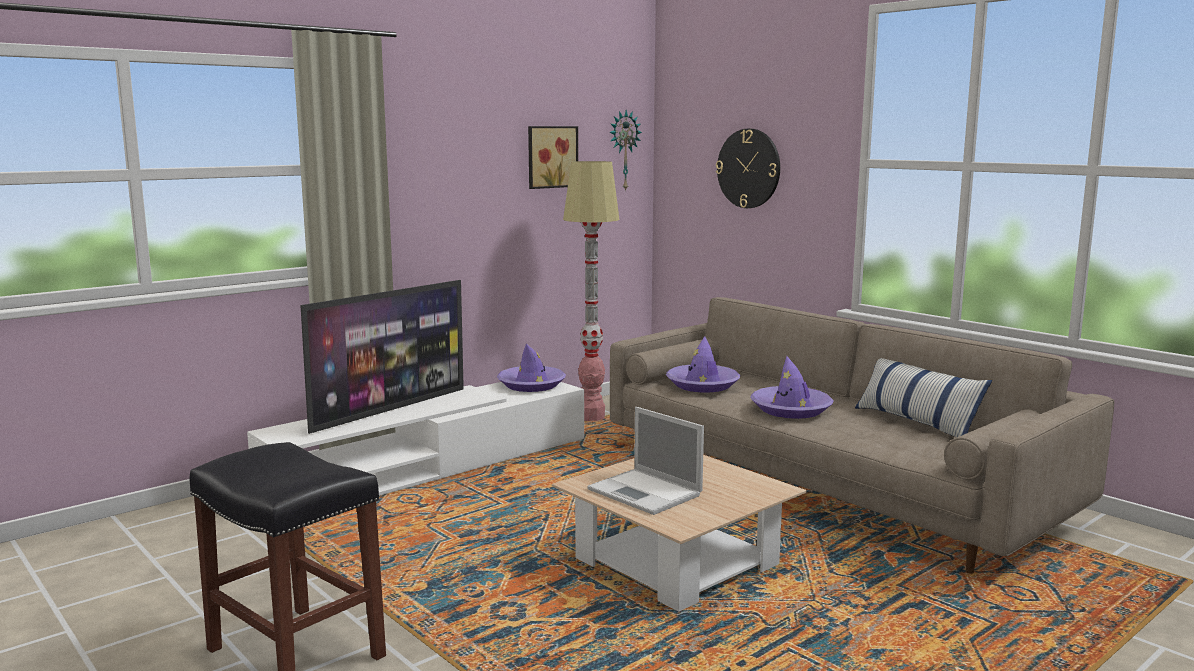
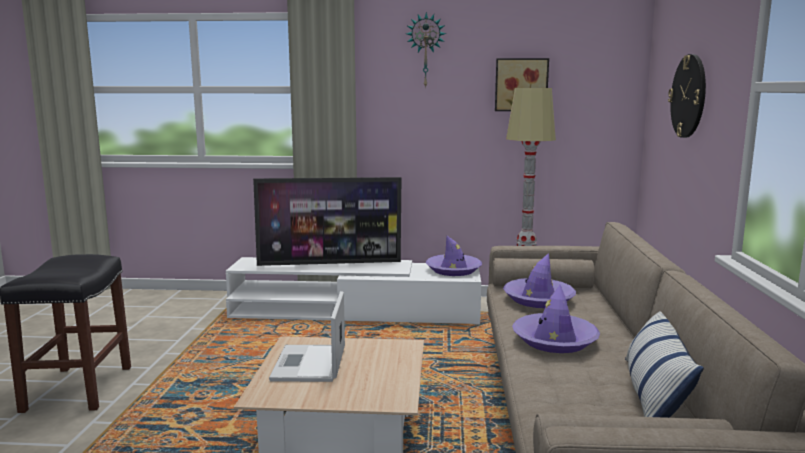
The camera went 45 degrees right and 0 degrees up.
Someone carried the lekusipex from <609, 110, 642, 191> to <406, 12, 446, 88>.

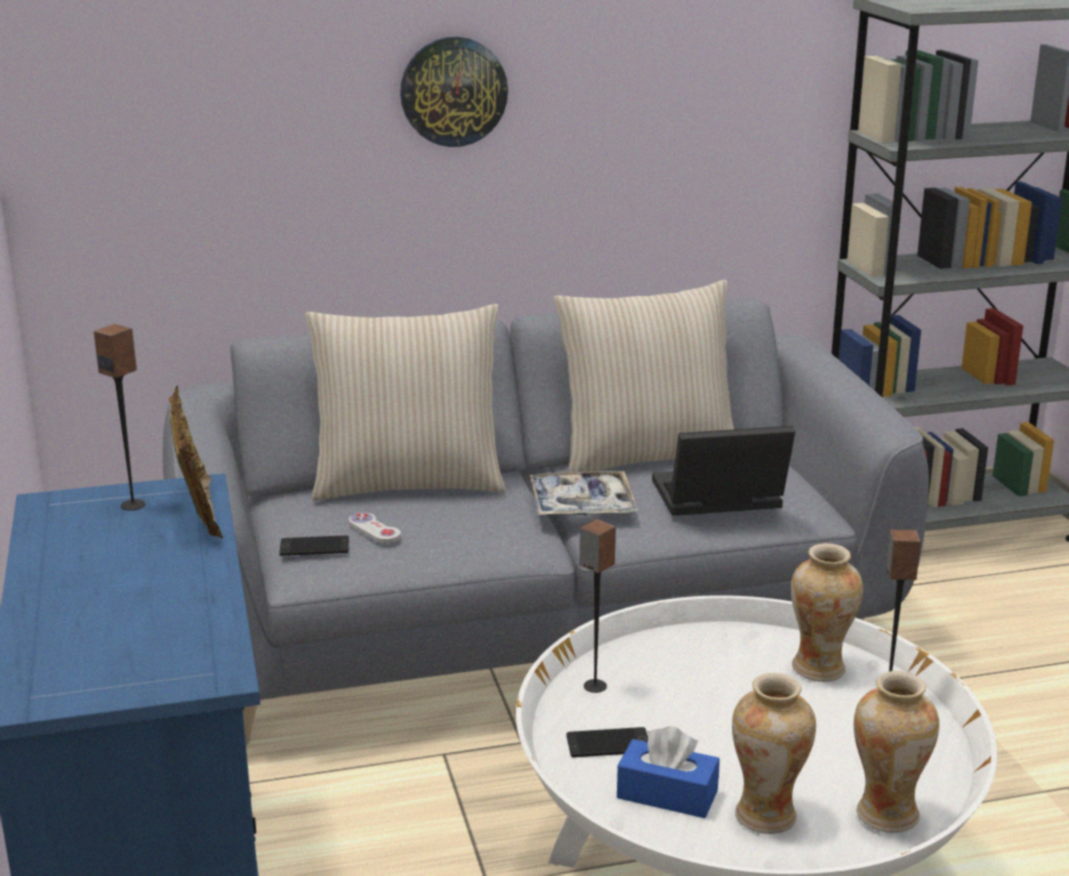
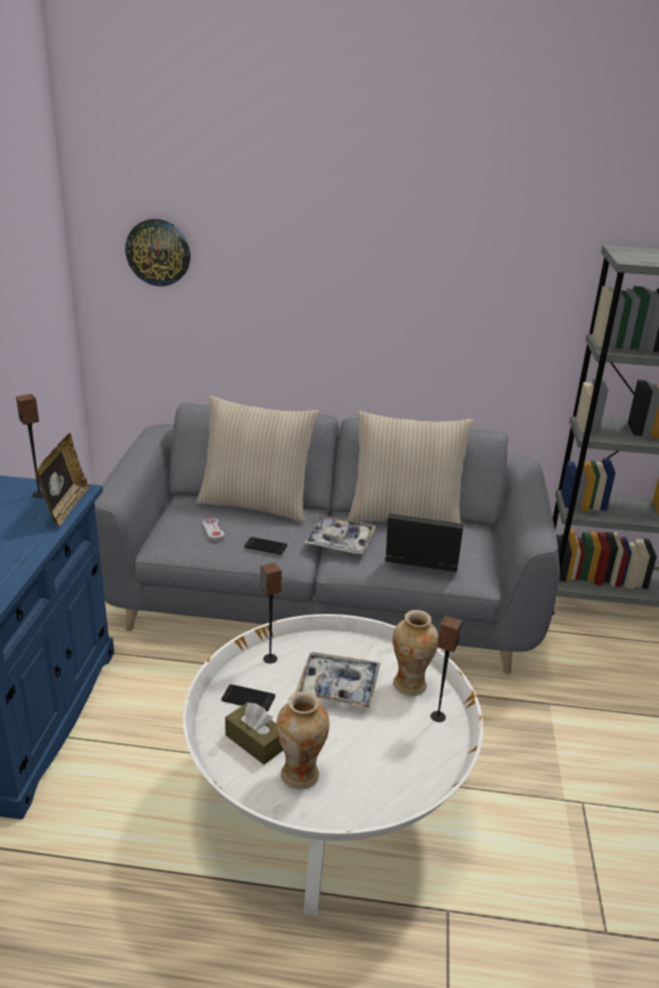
The camera went 20 degrees right and 5 degrees up.
Someone carried the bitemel from <279, 535, 349, 556> to <244, 537, 287, 555>.
Someone carried the lekusipex from <400, 37, 508, 147> to <125, 219, 190, 286>.
Someone repainted the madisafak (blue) at <617, 726, 720, 818>, which became the madisafak (brown) at <225, 702, 283, 765>.
Someone took away the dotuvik at <854, 671, 939, 833>.
Someone put down the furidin at <295, 652, 381, 709>.

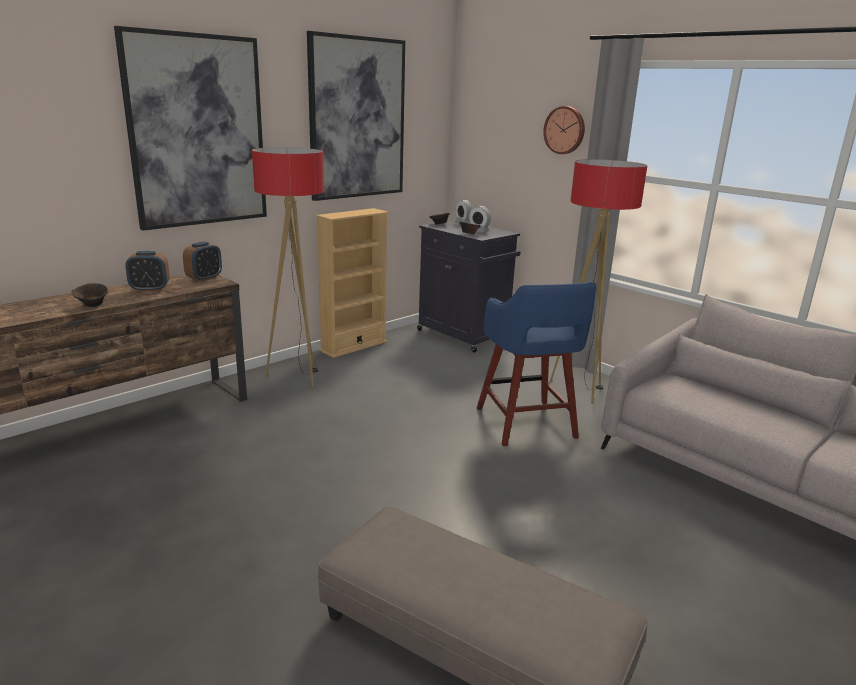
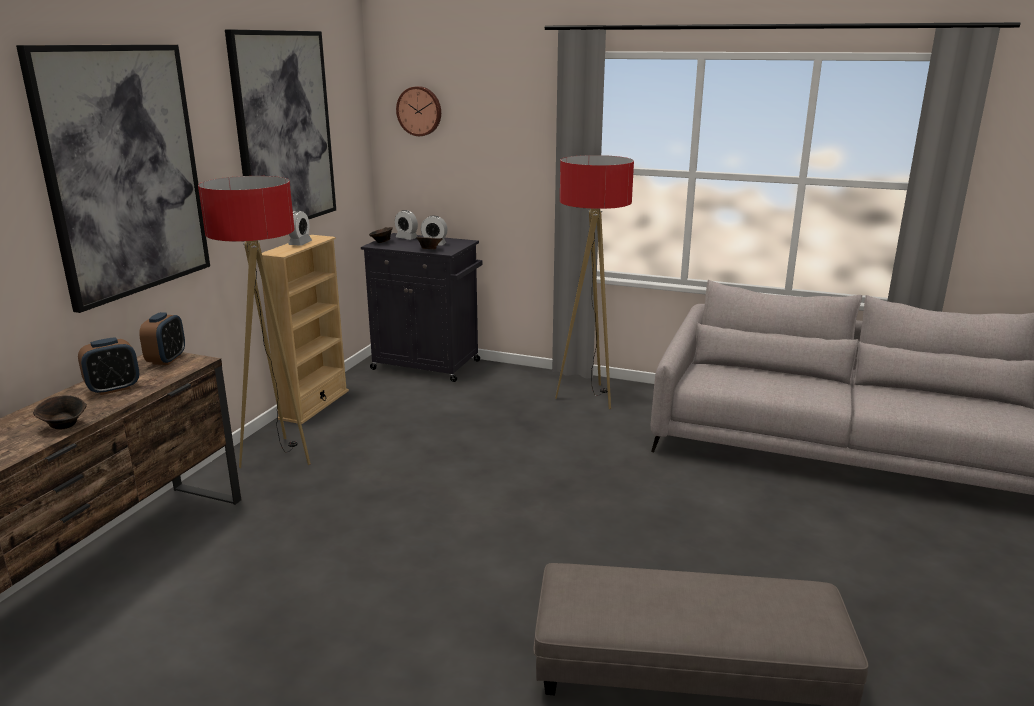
The camera went 25 degrees left and 0 degrees up.
Someone took away the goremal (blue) at <477, 282, 596, 446>.
Someone carried the lekusipex from <543, 106, 585, 154> to <396, 86, 441, 136>.
Someone put down the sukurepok at <288, 211, 312, 246>.

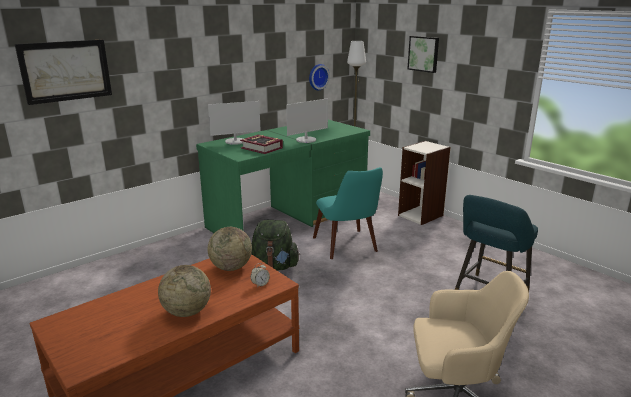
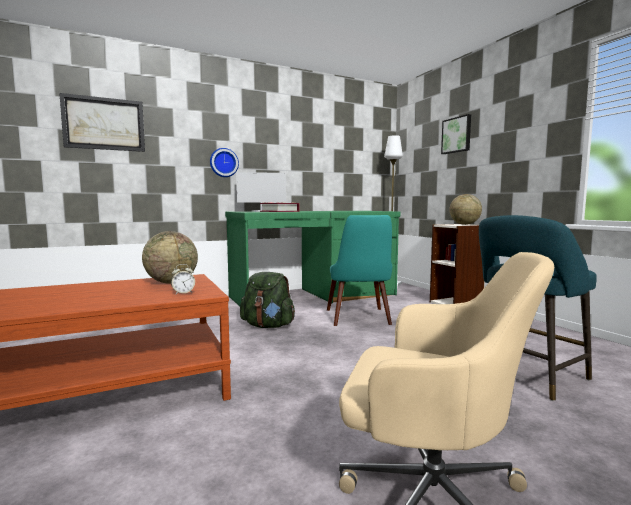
The camera went 15 degrees right and 15 degrees down.
Someone carried the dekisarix from <158, 265, 211, 317> to <449, 194, 482, 225>.
Someone took away the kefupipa at <286, 98, 328, 143>.
Someone carried the lekusipex from <309, 64, 330, 91> to <210, 148, 239, 177>.

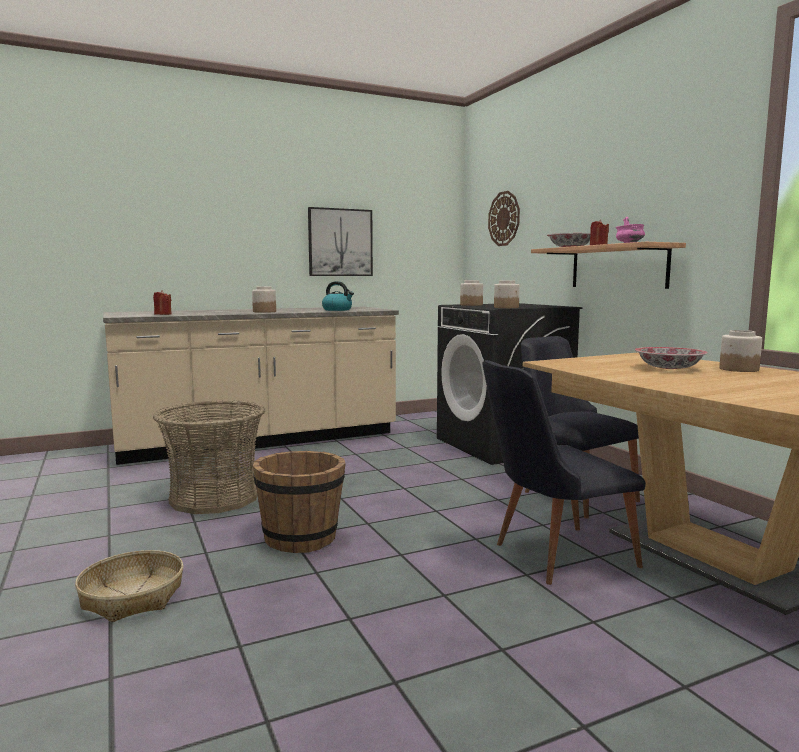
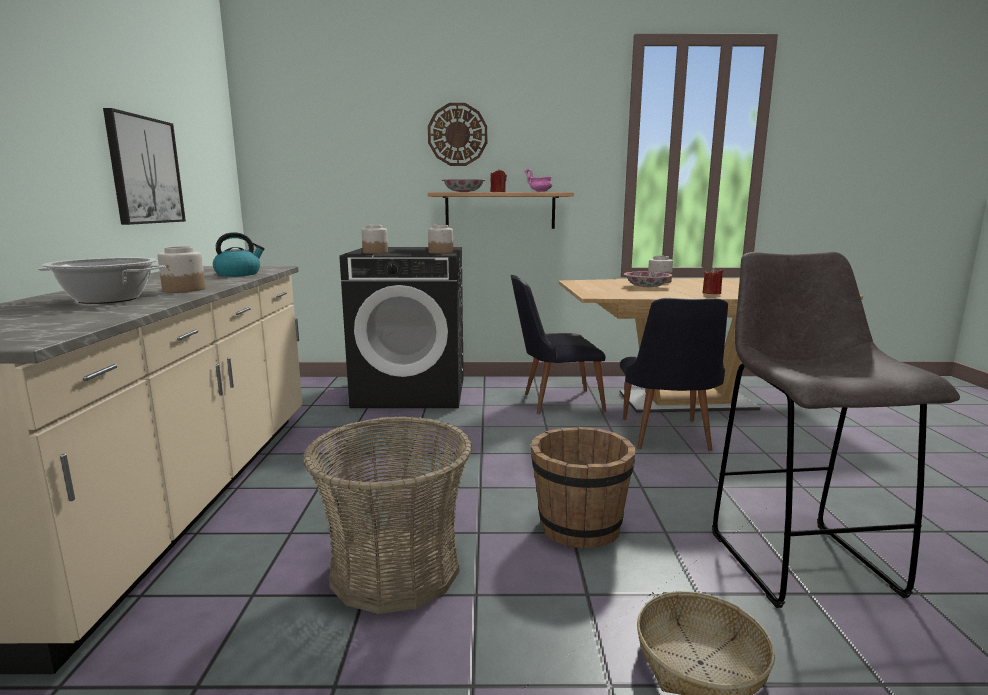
The camera went 65 degrees left and 5 degrees up.
Someone carried the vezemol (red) from <153, 290, 171, 315> to <703, 267, 723, 294>.
Someone carried the lekusipex from <488, 191, 520, 246> to <428, 103, 487, 166>.
Someone put down the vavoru at <38, 257, 166, 304>.
Someone put down the goremal (grey) at <712, 252, 960, 608>.

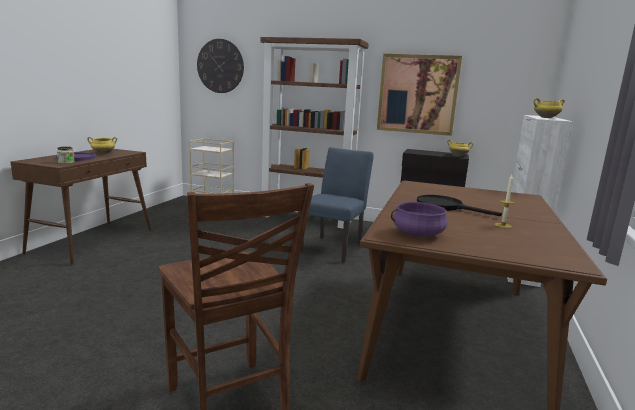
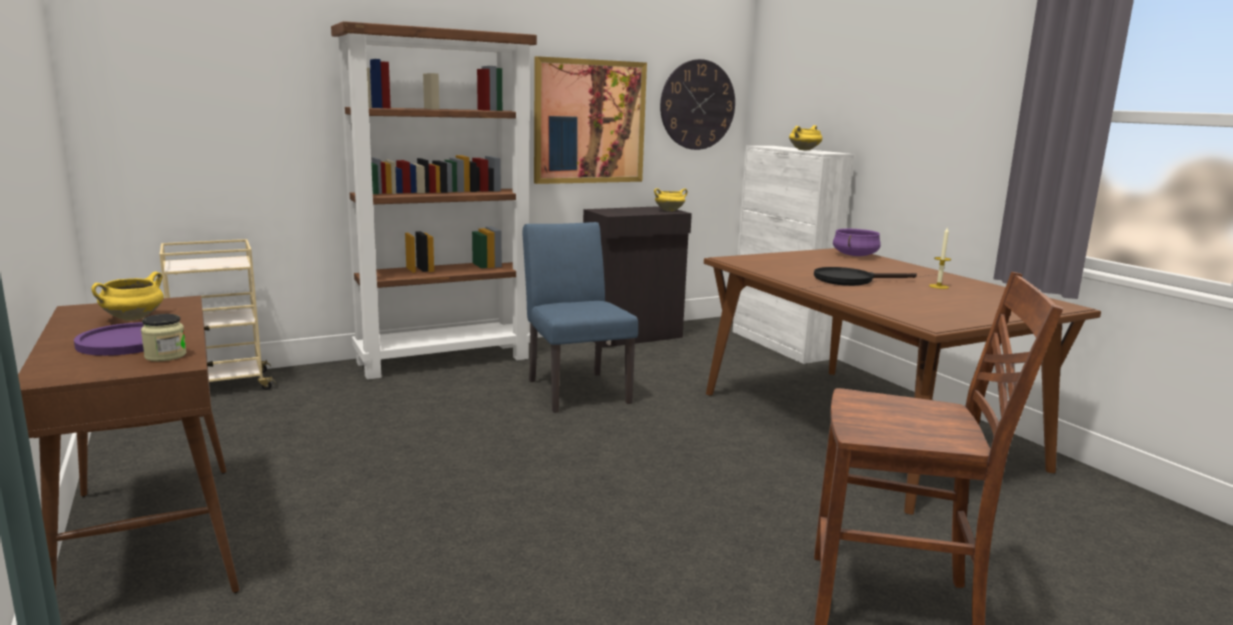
The camera went 45 degrees left and 0 degrees up.
Someone carried the lekusipex from <197, 39, 244, 93> to <660, 59, 735, 150>.
Someone carried the vavoru (purple) from <391, 202, 447, 237> to <833, 229, 881, 256>.

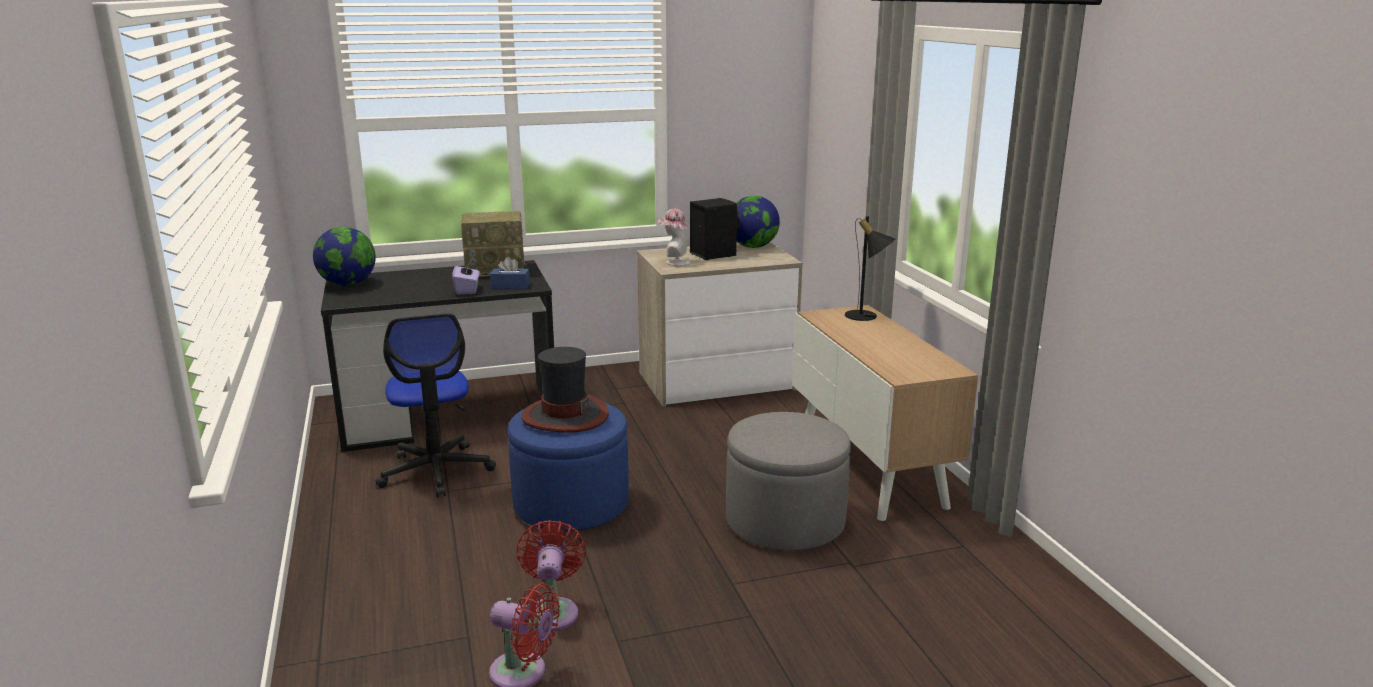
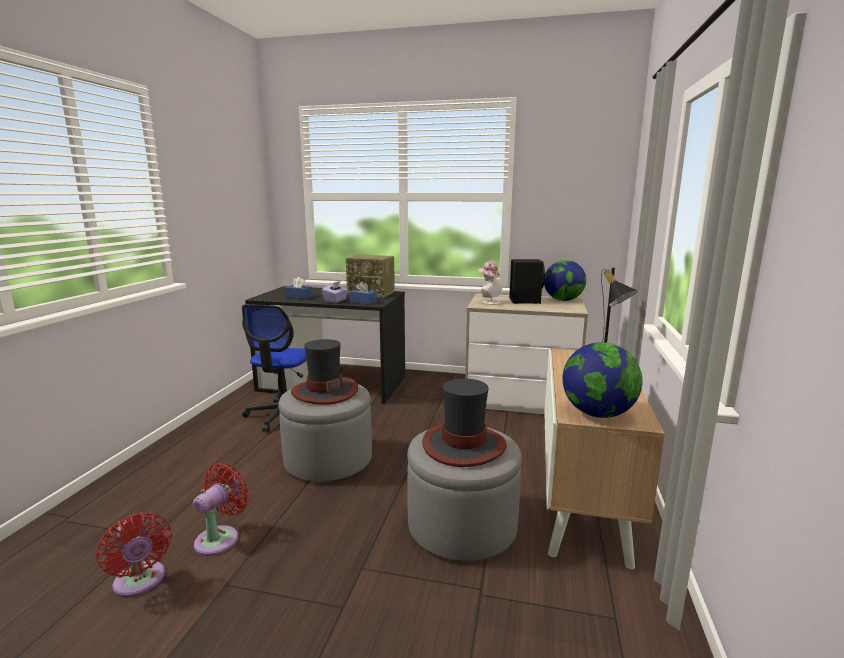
The camera went 30 degrees right and 5 degrees down.
Someone carried the dekisarix from <313, 227, 376, 286> to <562, 342, 642, 418>.
Someone repainted the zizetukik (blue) at <507, 403, 629, 531>, which became the zizetukik (grey) at <278, 384, 372, 482>.
Someone put down the madisafak (blue) at <285, 277, 313, 299>.
Someone put down the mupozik at <422, 378, 507, 467>.

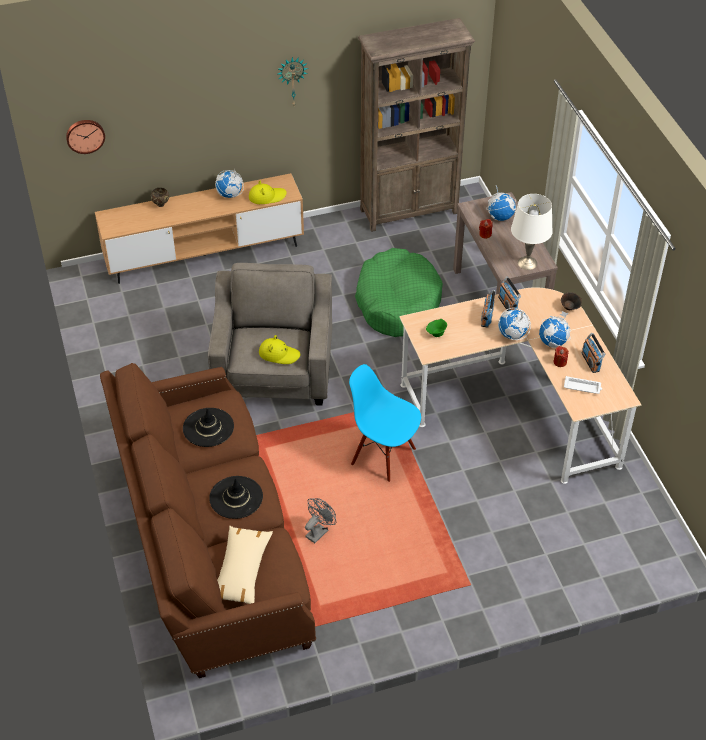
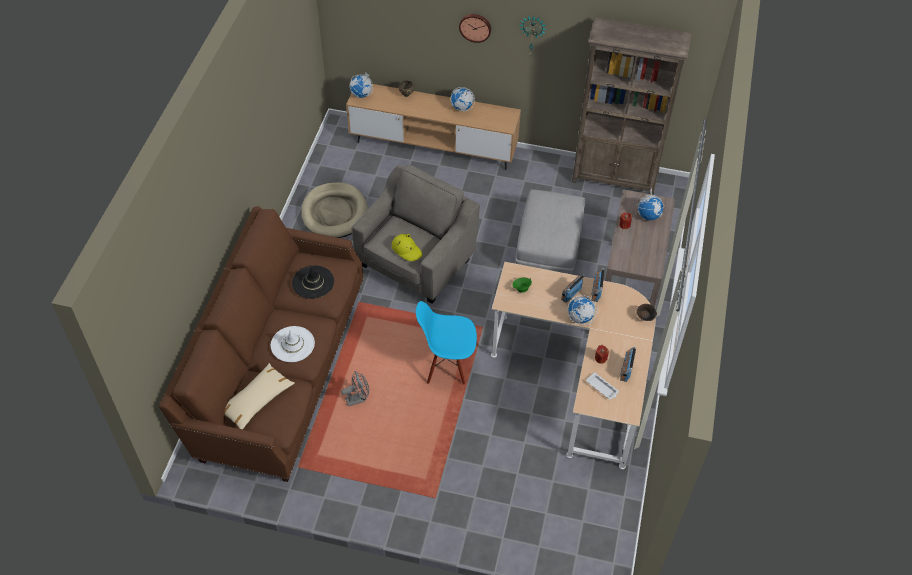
The camera went 30 degrees right and 5 degrees up.
Someone carried the lekusipex from <66, 120, 105, 154> to <459, 14, 491, 43>.
Someone repainted the mupozik (black) at <209, 476, 263, 519>, which became the mupozik (white) at <271, 326, 315, 362>.
Someone took away the mupozik (yellow) at <249, 181, 287, 204>.
Someone rotated the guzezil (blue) at <349, 364, 421, 482> by 60 degrees counterclockwise.
Someone swapped the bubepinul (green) at <355, 248, 443, 337> for the zizetukik (grey) at <515, 189, 585, 275>.
Someone took away the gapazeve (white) at <511, 194, 553, 270>.
Someone carried the dekisarix from <539, 311, 571, 348> to <350, 72, 373, 98>.
Someone put down the bubepinul (beige) at <301, 182, 368, 238>.

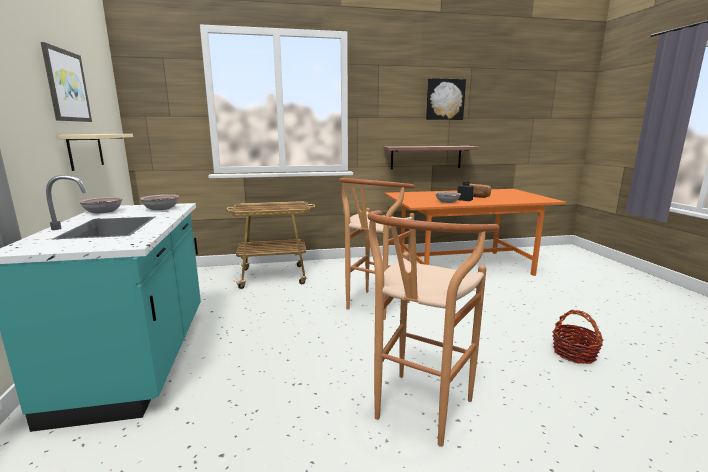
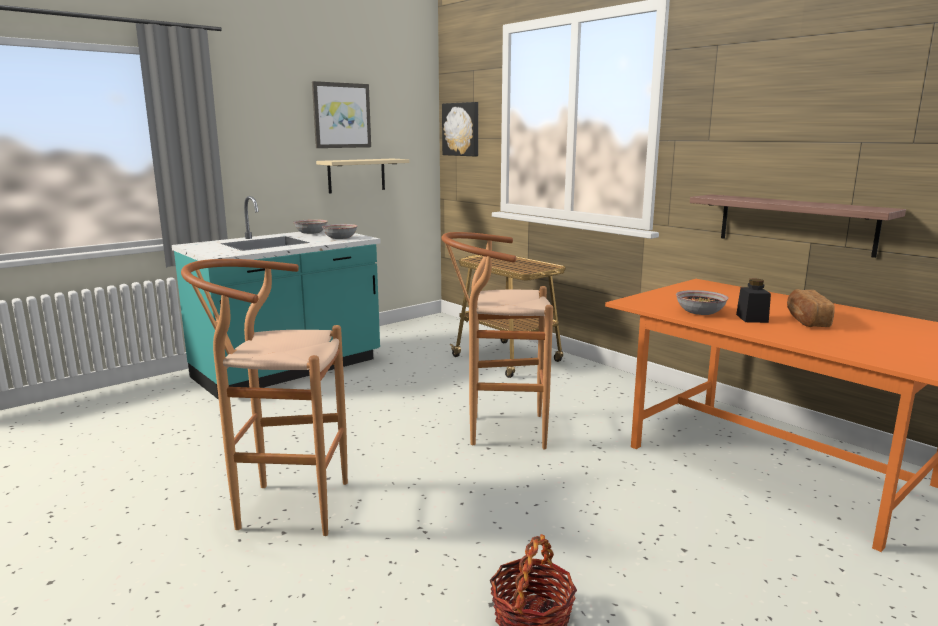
The camera went 60 degrees right and 0 degrees up.
Someone carried the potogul from <426, 78, 466, 120> to <442, 102, 478, 156>.

